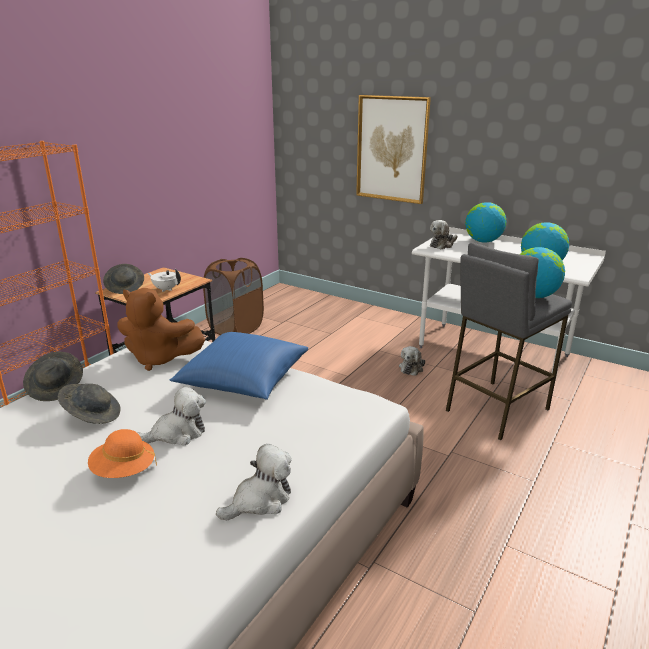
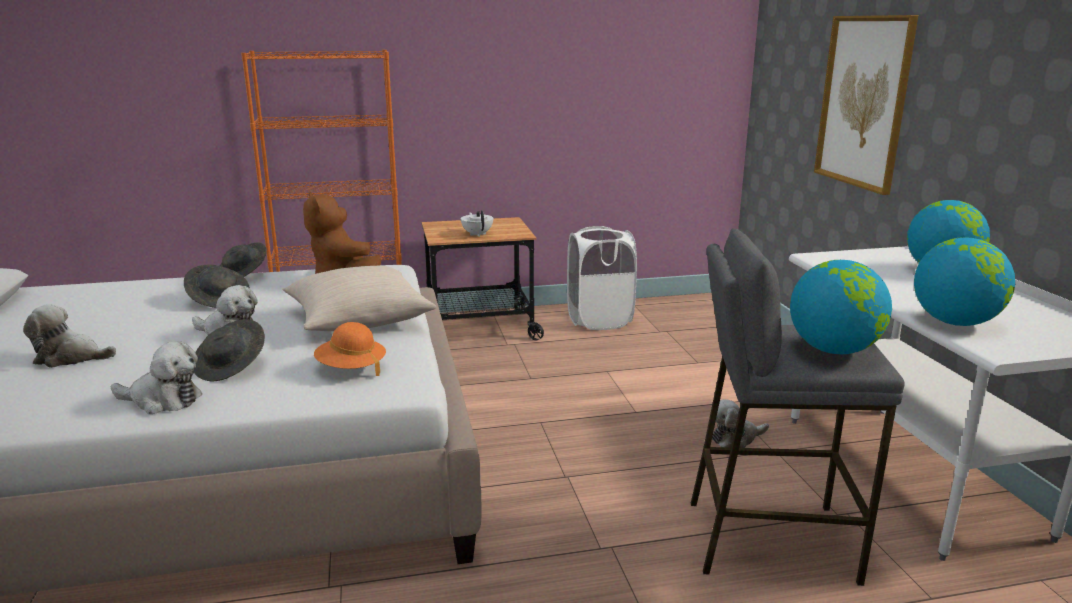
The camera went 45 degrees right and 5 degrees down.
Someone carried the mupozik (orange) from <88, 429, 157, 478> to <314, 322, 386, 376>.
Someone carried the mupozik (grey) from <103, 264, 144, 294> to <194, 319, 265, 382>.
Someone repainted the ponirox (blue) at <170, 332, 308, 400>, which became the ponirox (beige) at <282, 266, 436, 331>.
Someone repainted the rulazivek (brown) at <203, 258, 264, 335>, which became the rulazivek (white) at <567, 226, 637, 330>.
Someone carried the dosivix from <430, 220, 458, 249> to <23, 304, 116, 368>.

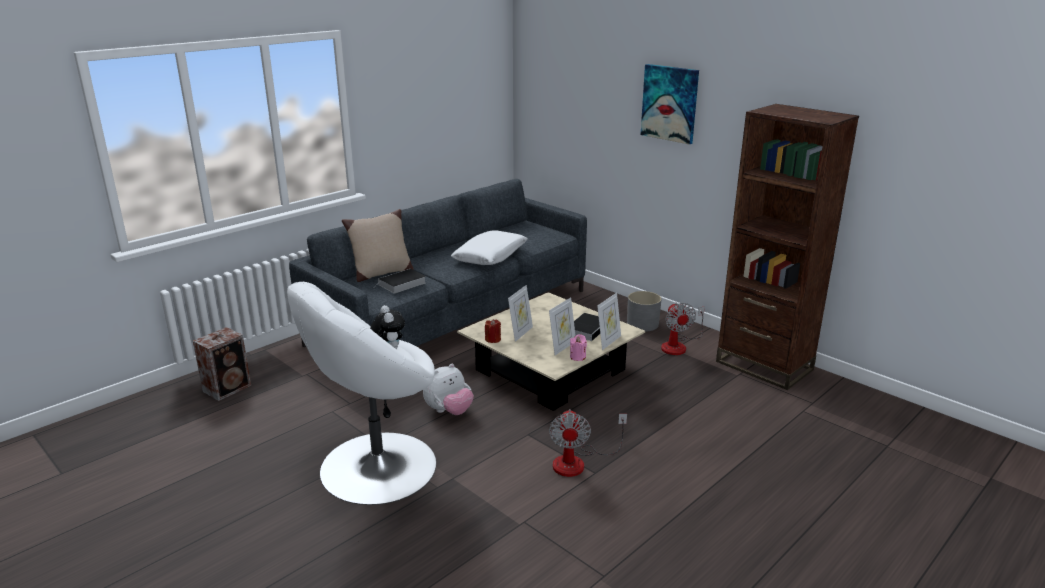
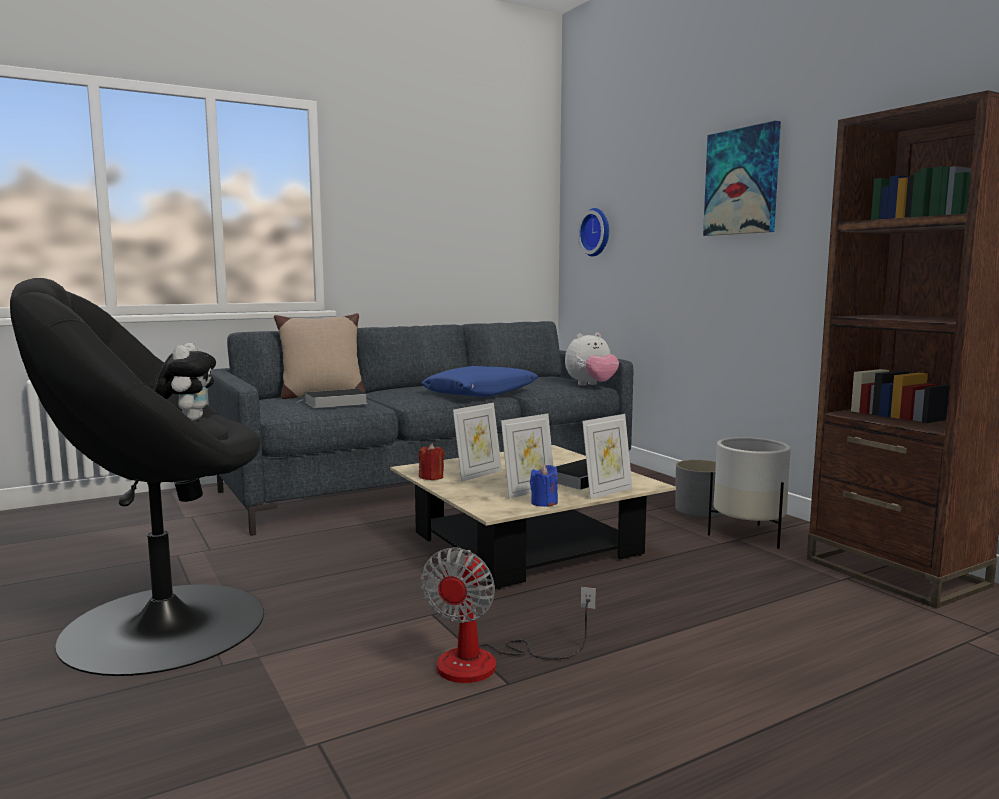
The camera went 15 degrees right and 15 degrees down.
Someone took away the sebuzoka at <193, 327, 251, 401>.
Someone repainted the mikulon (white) at <287, 282, 436, 505>, which became the mikulon (black) at <10, 278, 264, 676>.
Someone carried the dosivix from <423, 364, 474, 415> to <565, 333, 619, 386>.
Someone repainted the ponirox (white) at <451, 230, 528, 265>, which became the ponirox (blue) at <422, 366, 539, 397>.
Someone repainted the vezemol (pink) at <570, 334, 587, 361>, which became the vezemol (blue) at <530, 464, 558, 507>.
Someone swapped the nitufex at <661, 303, 705, 355> for the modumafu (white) at <708, 437, 791, 549>.
Someone put up the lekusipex at <577, 208, 609, 256>.

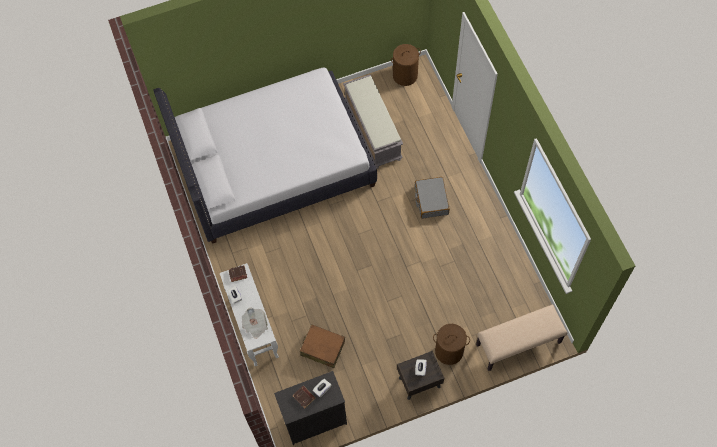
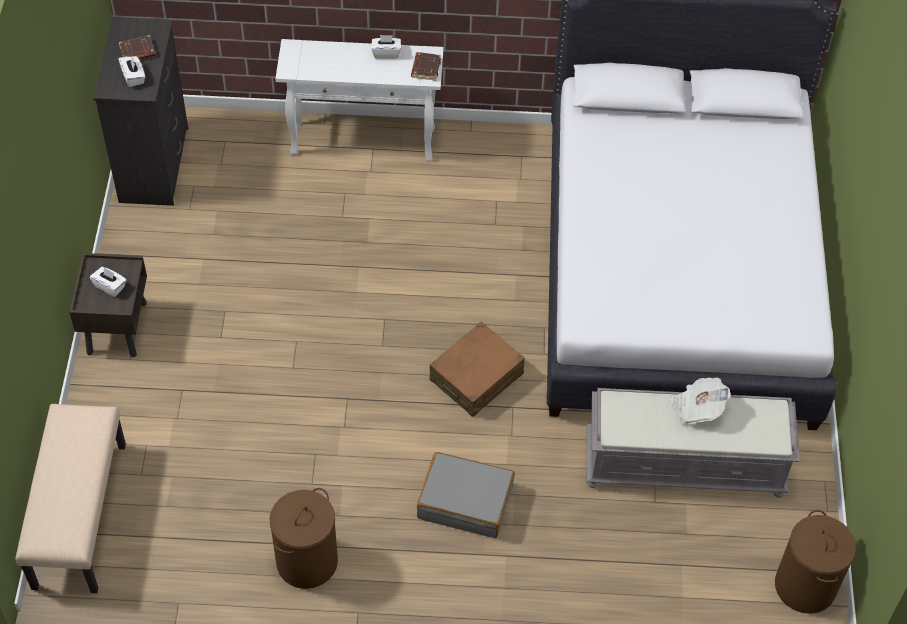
The camera went 110 degrees right and 10 degrees down.
Someone carried the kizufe from <242, 307, 268, 339> to <670, 378, 731, 424>.
Someone carried the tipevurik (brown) from <300, 324, 345, 368> to <429, 322, 525, 417>.
Someone carried the rulazivek (brown) from <433, 324, 470, 365> to <269, 488, 338, 589>.

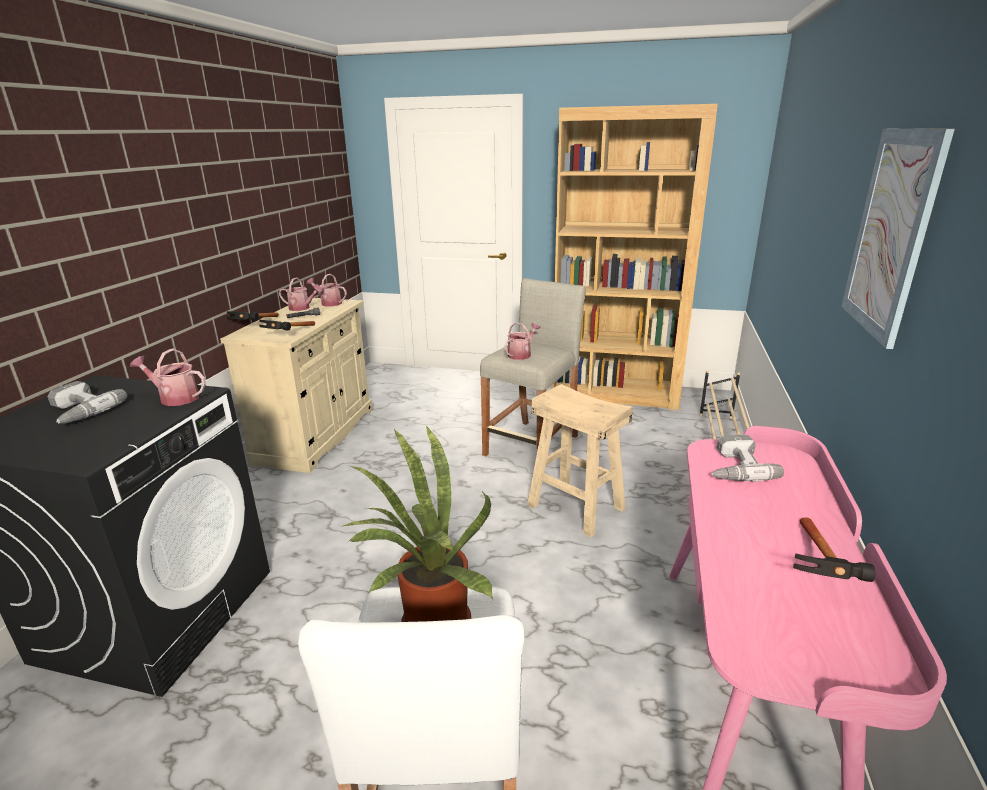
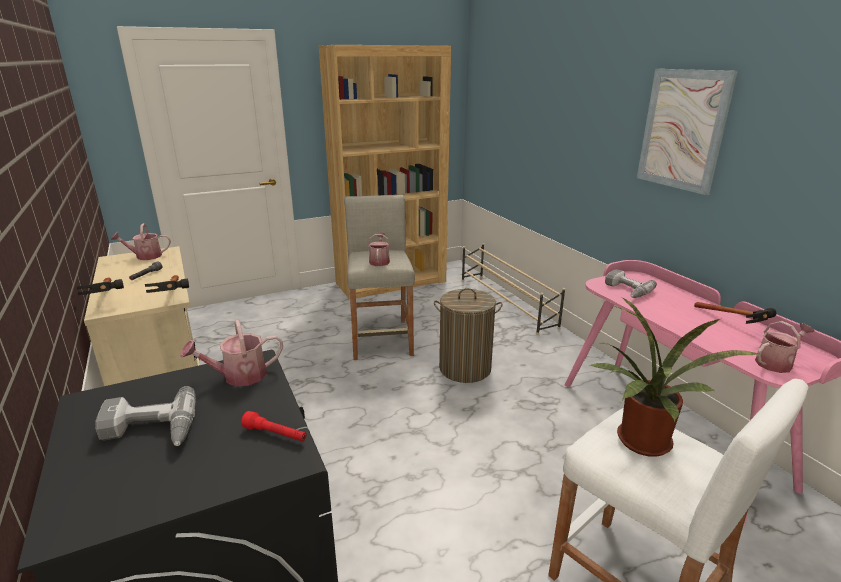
The camera went 40 degrees left and 0 degrees up.
Someone carried the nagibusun from <279, 277, 322, 311> to <755, 321, 815, 373>.
Someone swapped the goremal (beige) at <527, 384, 632, 537> for the rulazivek at <434, 288, 503, 383>.
Someone put down the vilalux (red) at <241, 411, 307, 441>.

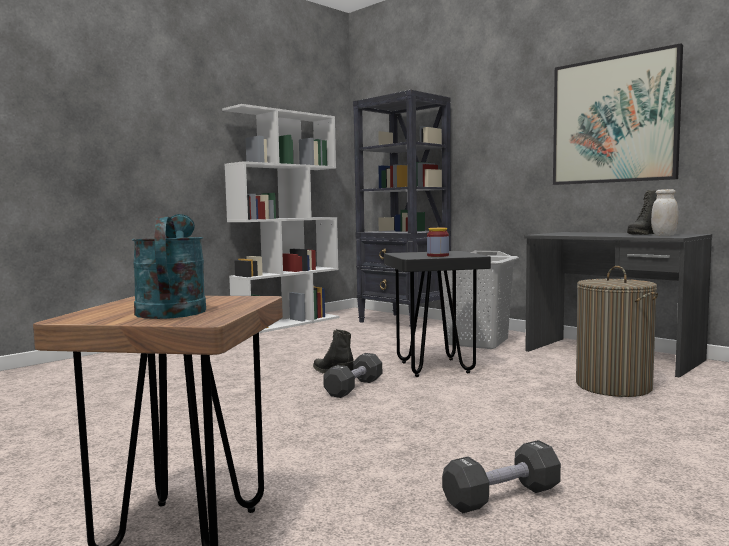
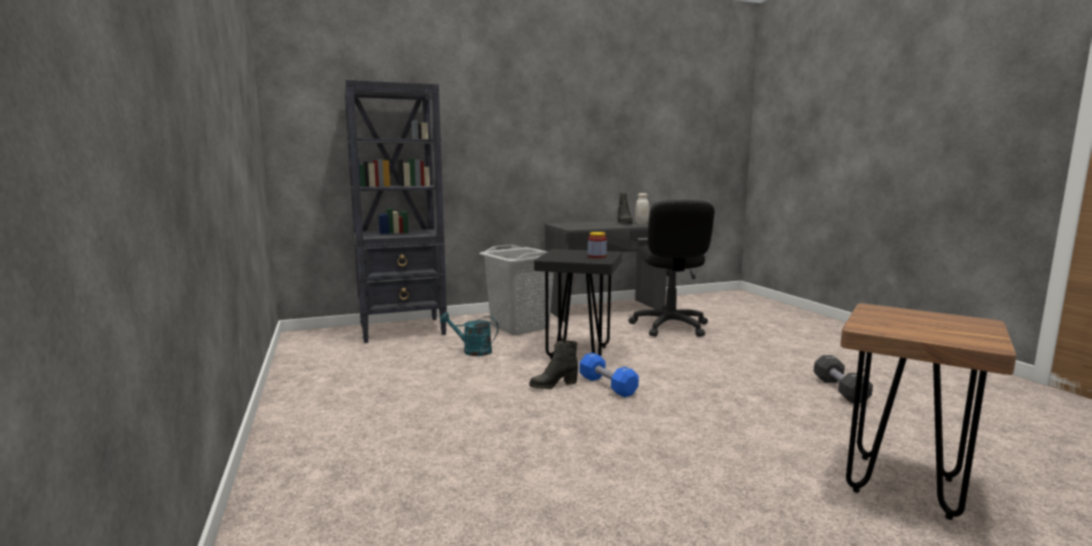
The camera went 65 degrees left and 5 degrees up.
Someone carried the nagibusun (turquoise) from <132, 214, 206, 319> to <440, 312, 499, 356>.
Someone took away the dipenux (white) at <222, 104, 340, 333>.
Someone repainted the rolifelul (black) at <323, 353, 382, 398>, which became the rolifelul (blue) at <579, 353, 639, 398>.
Someone took away the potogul at <553, 43, 683, 185>.
Someone swapped the rulazivek at <576, 266, 658, 397> for the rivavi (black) at <628, 200, 715, 337>.

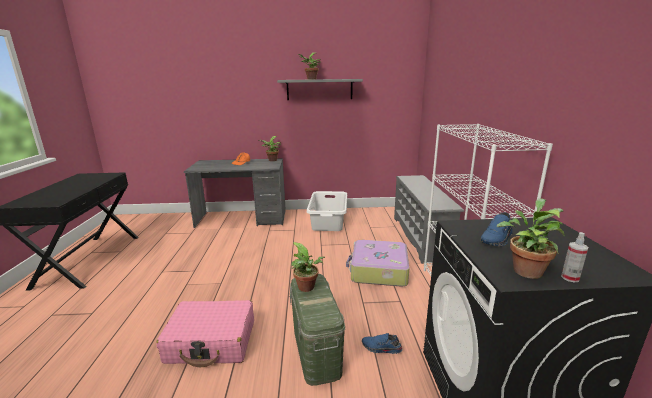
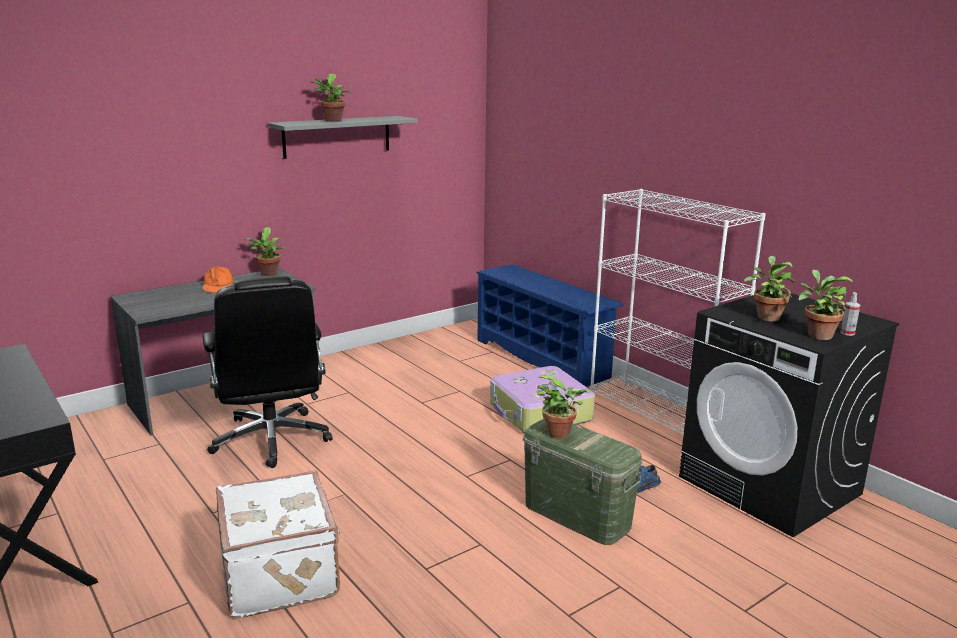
The camera went 35 degrees left and 0 degrees up.
Someone took away the tipevurik (pink) at <156, 300, 254, 367>.
Someone took away the rulazivek (white) at <307, 191, 347, 231>.
Someone repainted the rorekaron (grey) at <394, 175, 464, 264>, which became the rorekaron (blue) at <476, 264, 623, 386>.
Someone swapped the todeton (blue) at <481, 212, 513, 246> for the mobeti at <744, 256, 794, 321>.
Someone put down the rivavi (black) at <202, 276, 333, 468>.
Someone put down the tipevurik (white) at <216, 470, 341, 618>.

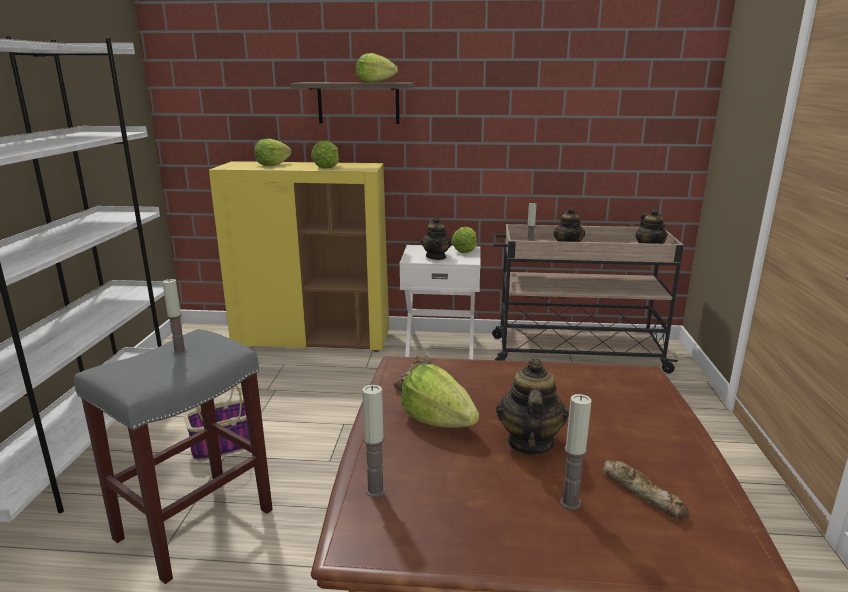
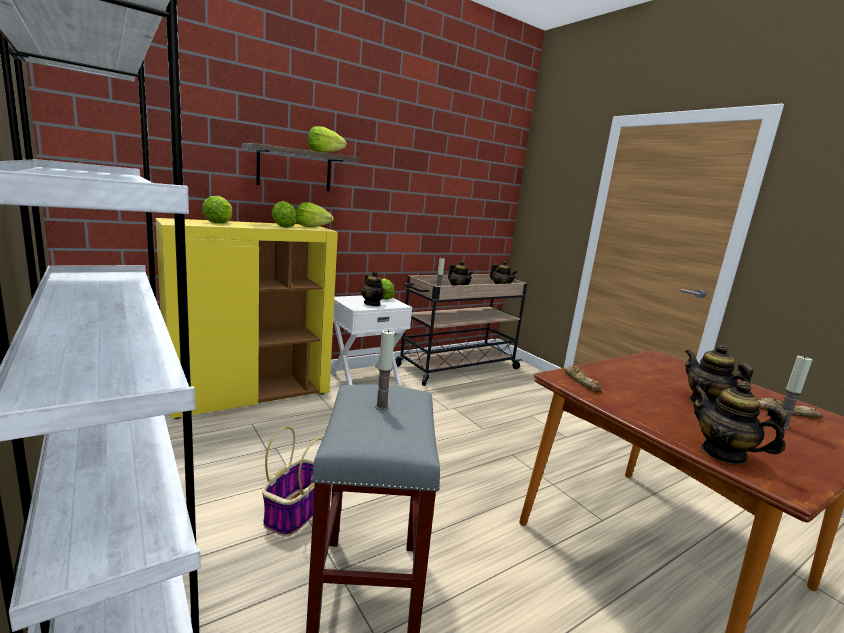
The camera went 40 degrees left and 5 degrees down.
Someone swapped the vezemol at <362, 385, 386, 497> for the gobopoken at <692, 381, 788, 465>.
Someone carried the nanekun from <401, 364, 479, 428> to <296, 202, 334, 227>.

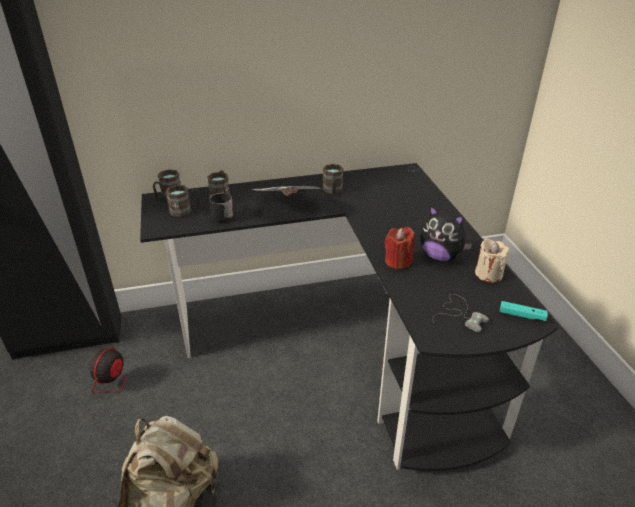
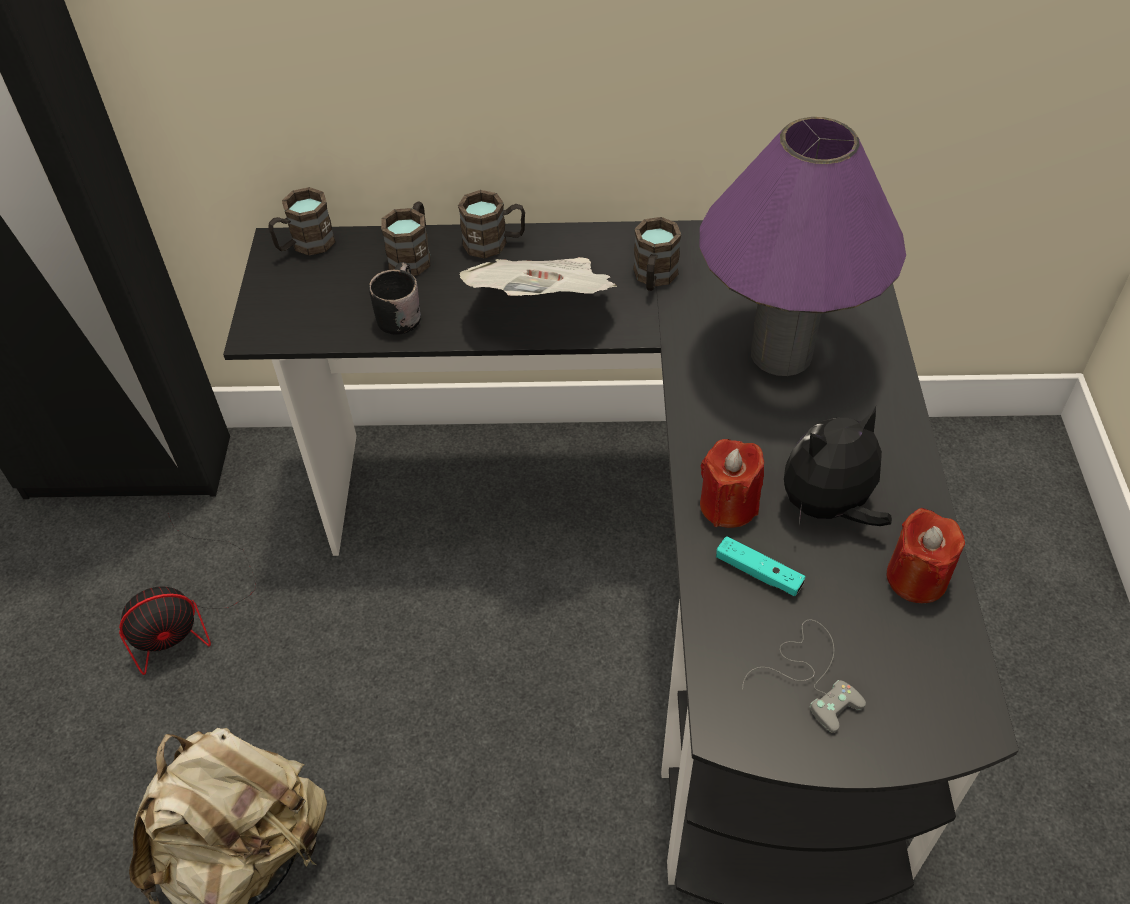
The camera went 15 degrees right and 15 degrees up.
Someone rotated the nitufex at <90, 347, 160, 434> by 150 degrees counterclockwise.
Someone carried the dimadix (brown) from <166, 185, 200, 217> to <458, 190, 525, 259>.
Someone rotated the dosivix at <420, 206, 473, 261> by 105 degrees clockwise.
Someone repainted the vezemol (beige) at <475, 238, 509, 283>, which became the vezemol (red) at <887, 508, 965, 603>.
Someone carried the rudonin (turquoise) from <500, 301, 548, 321> to <716, 536, 805, 596>.
Someone put down the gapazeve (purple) at <700, 117, 906, 376>.

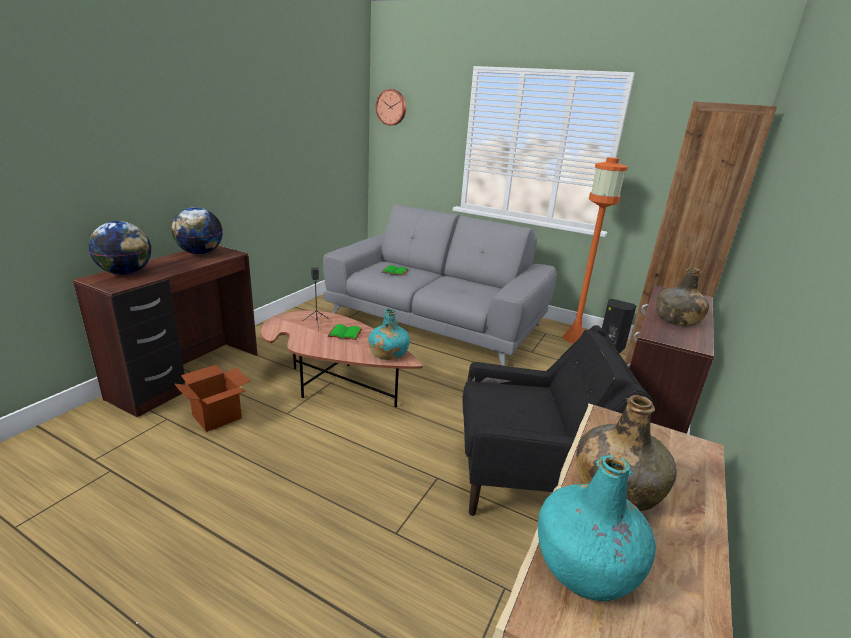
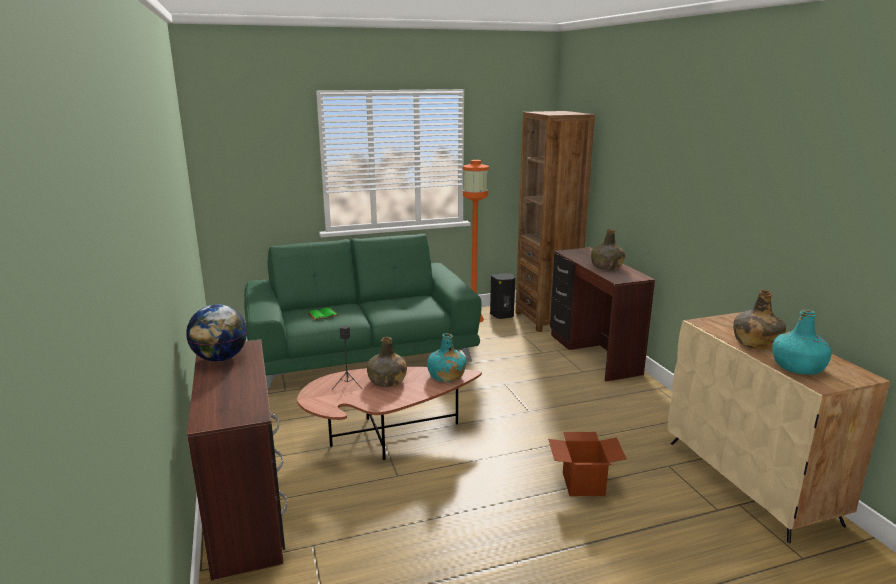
The camera went 45 degrees left and 5 degrees down.
Someone took away the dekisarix at <89, 221, 151, 275>.
Someone carried the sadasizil from <174, 364, 250, 432> to <548, 432, 627, 496>.
Someone repainted the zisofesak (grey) at <323, 204, 557, 366>, which became the zisofesak (green) at <244, 234, 482, 390>.
Someone swapped the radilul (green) at <327, 324, 362, 340> for the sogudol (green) at <367, 337, 407, 387>.
Someone took away the lekusipex at <376, 89, 406, 125>.
Someone took away the mikulon (black) at <462, 325, 653, 516>.

